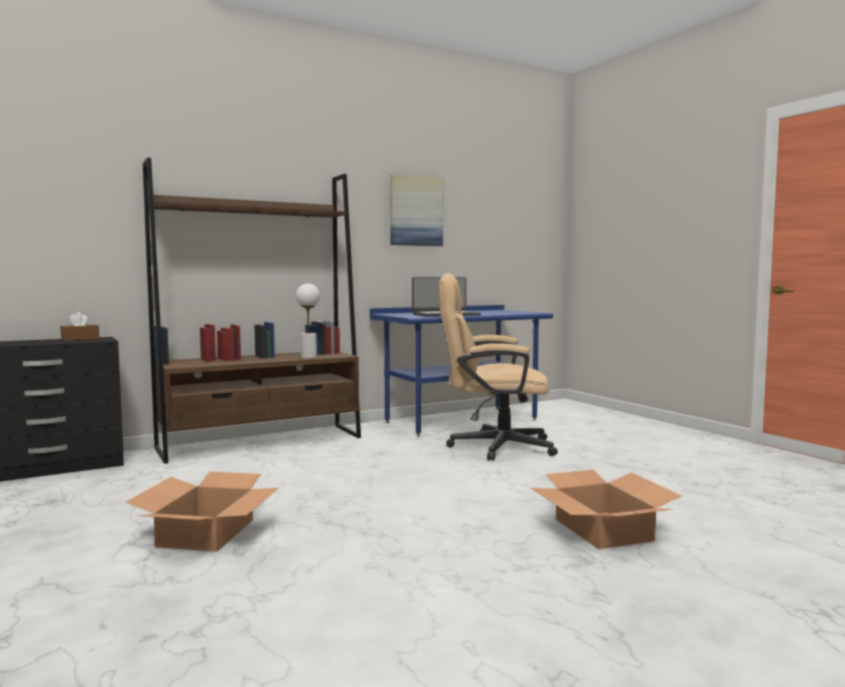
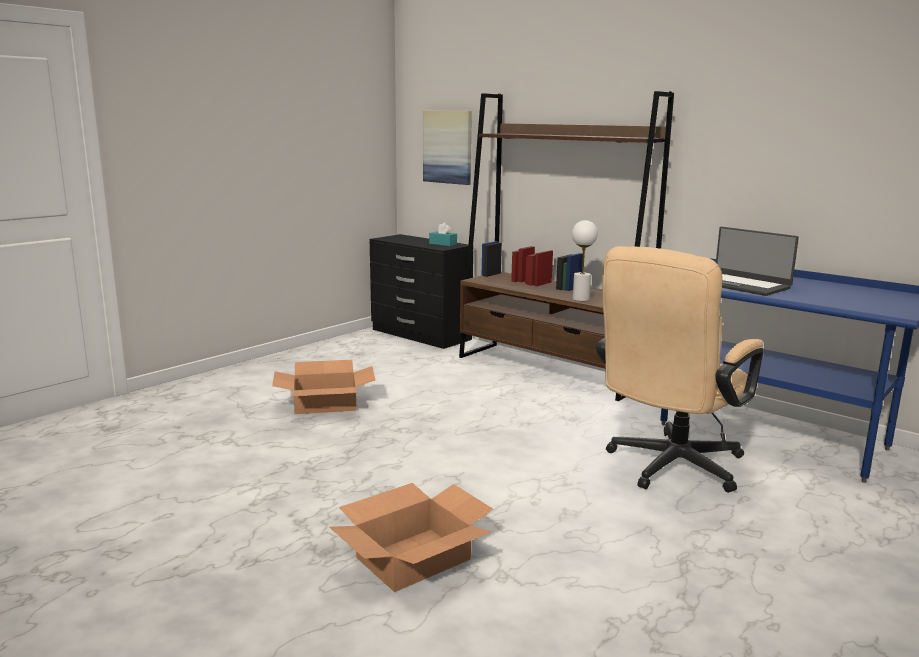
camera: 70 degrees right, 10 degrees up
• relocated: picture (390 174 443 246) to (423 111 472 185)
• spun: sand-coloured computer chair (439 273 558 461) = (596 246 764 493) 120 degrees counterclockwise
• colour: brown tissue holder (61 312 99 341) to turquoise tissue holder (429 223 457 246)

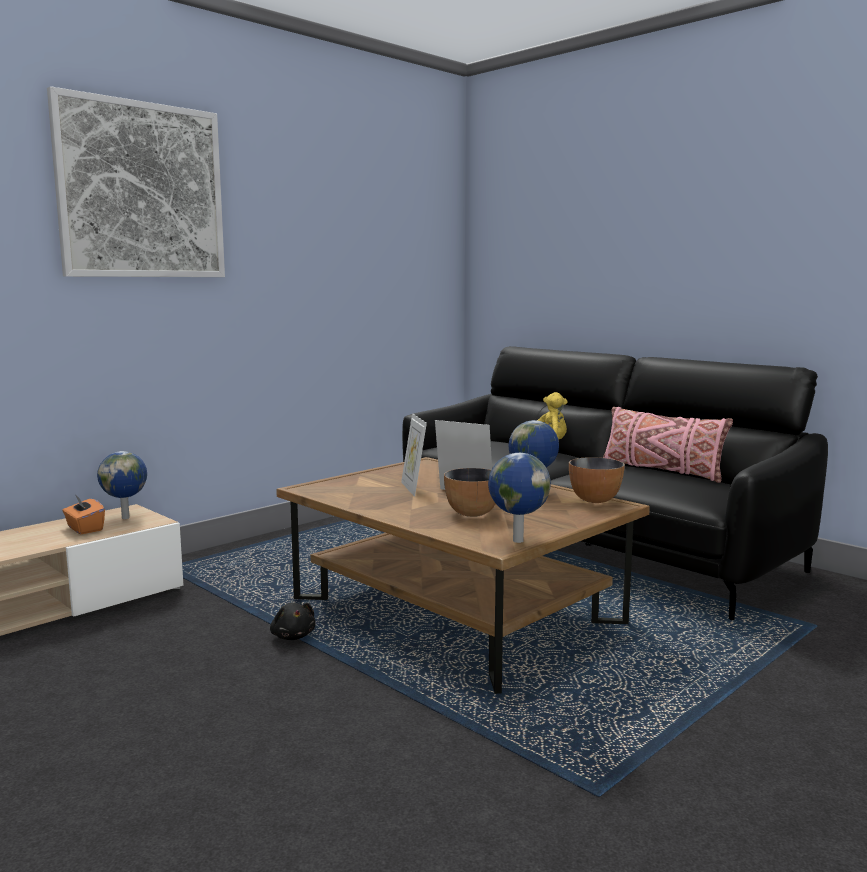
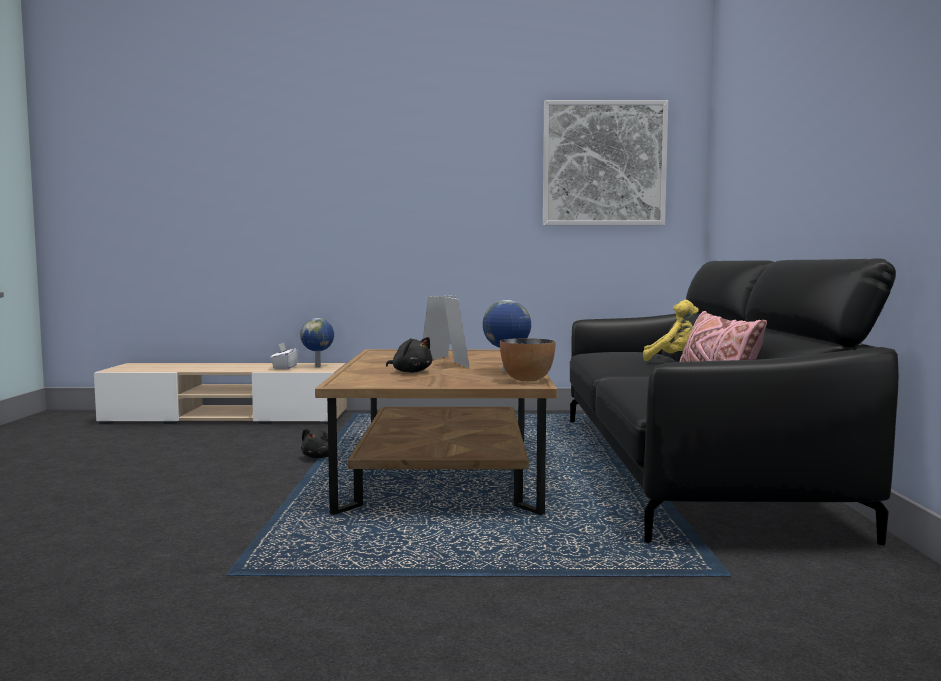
camera: 45 degrees right, 5 degrees down
• relocated: picture (47 86 225 277) to (543 100 668 226)
• missing: desk globe (488 453 551 543)
• exchanged: serving bowl (444 468 496 517) to black-coloured soft toy (386 337 433 373)
• colour: orange tissue holder (62 495 105 534) to white-coloured tissue holder (270 343 299 369)

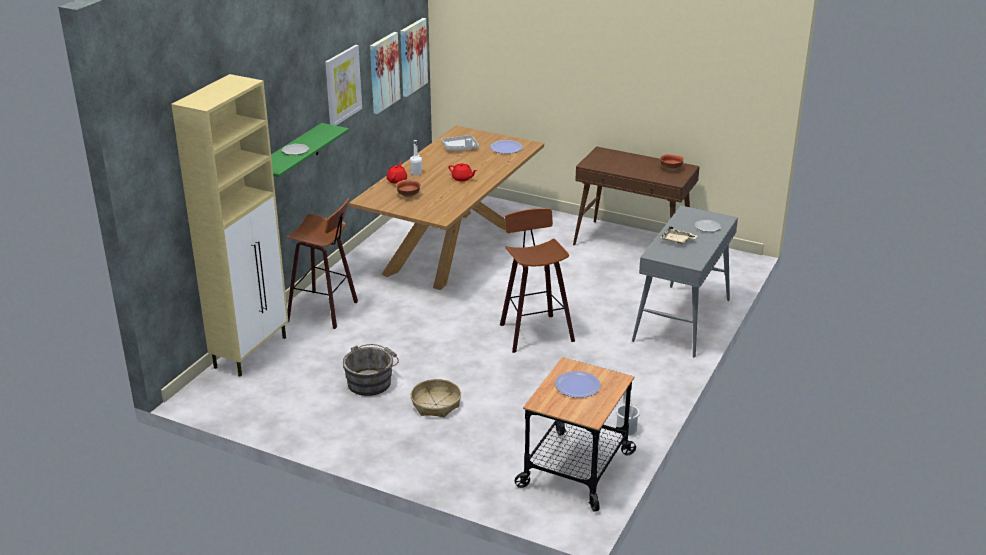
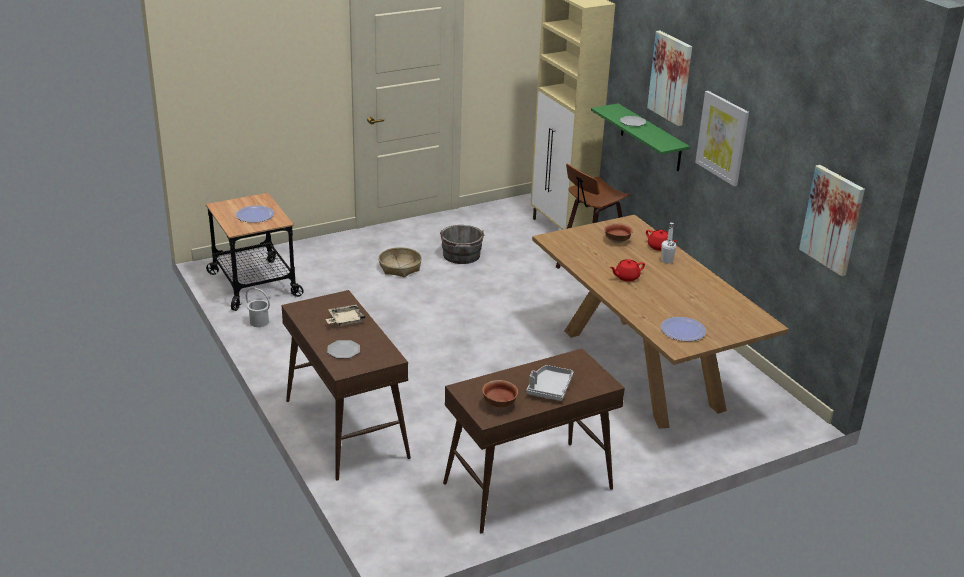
camera: 125 degrees right, 0 degrees up
• relocated: picture (370 32 401 114) to (647 31 692 126)
• relocated: grey tray (442 135 479 150) to (527 365 573 401)
• colour: grey hall table (632 206 738 358) to brown hall table (281 290 411 481)
• missing: sitting stool (500 208 575 353)

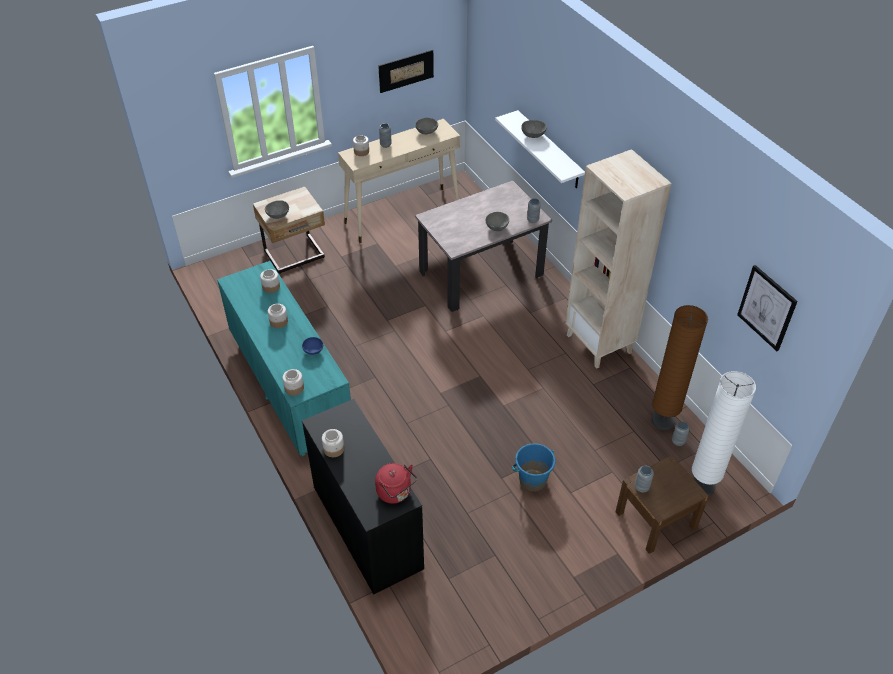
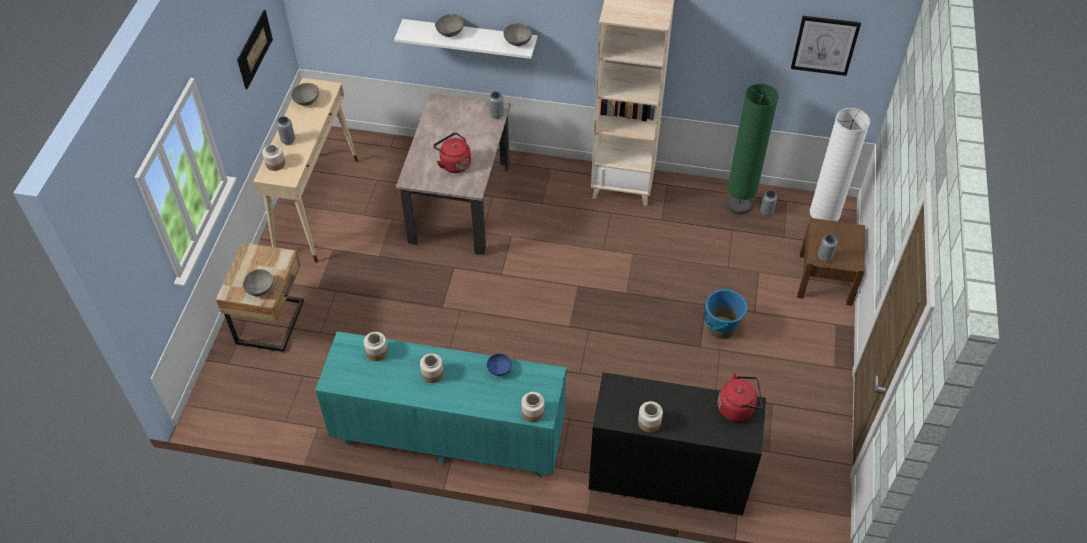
camera: 50 degrees left, 5 degrees up
• relocated: grey serving bowl (486 212 509 231) to (504 23 532 46)
• colour: brown standard lamp (652 305 708 430) to greenish standard lamp (727 84 779 214)
• appeared: red water kettle (433 132 471 173)

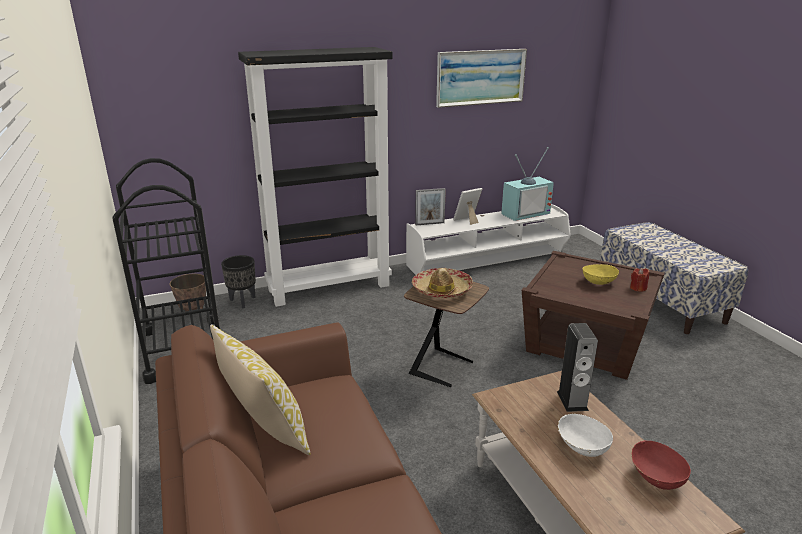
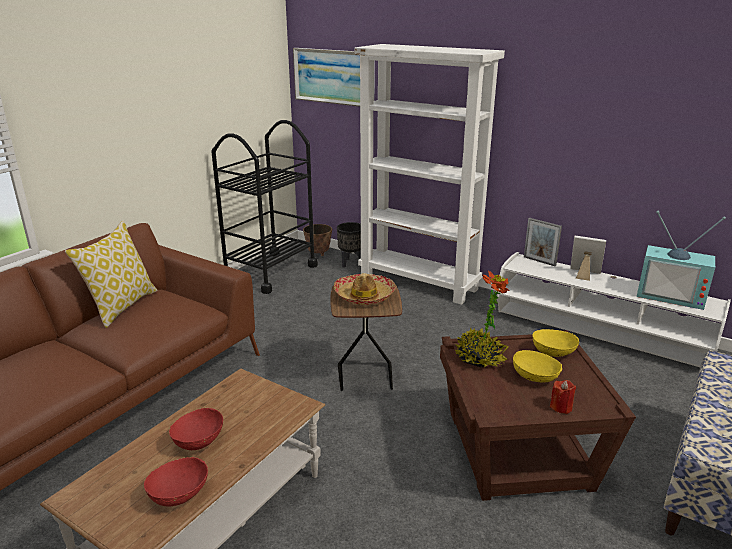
camera: 55 degrees right, 0 degrees up
• colour: black-coloured bookshelf (238 47 393 307) to white-coloured bookshelf (354 44 505 305)
• relocated: picture (436 49 527 108) to (293 48 375 107)
• missing: speaker (557 323 598 412)
• colour: white-coloured serving bowl (558 414 613 457) to red serving bowl (169 408 223 450)
• appeared: houseplant (455 271 510 367)
• appeared: yellow-coloured serving bowl (532 329 579 357)

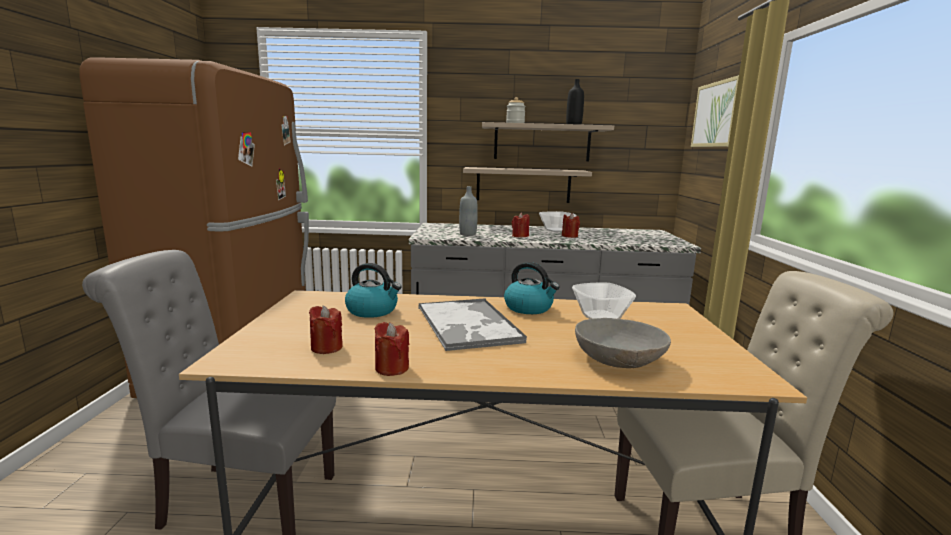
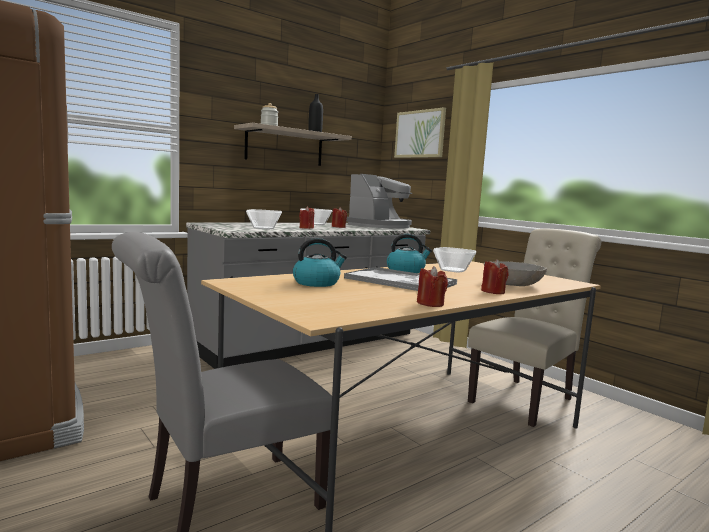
camera: 40 degrees left, 5 degrees down
• missing: shelf (463 167 592 203)
• exchanged: grey drink bottle (459 186 478 236) to serving bowl (246 209 282 229)
• relocated: red candle (309 305 343 354) to (481 259 509 294)
• appeared: coffee maker (346 174 412 229)

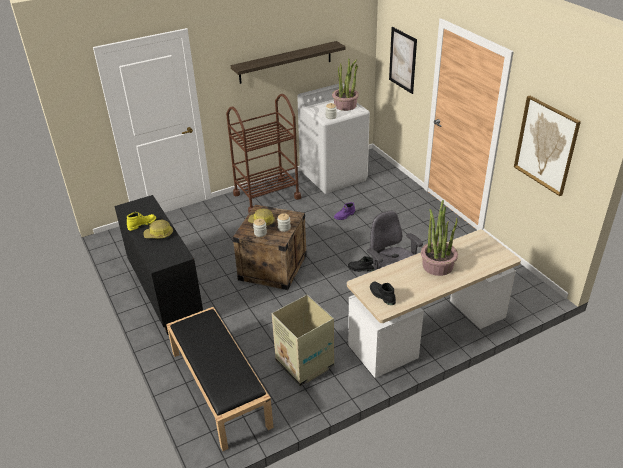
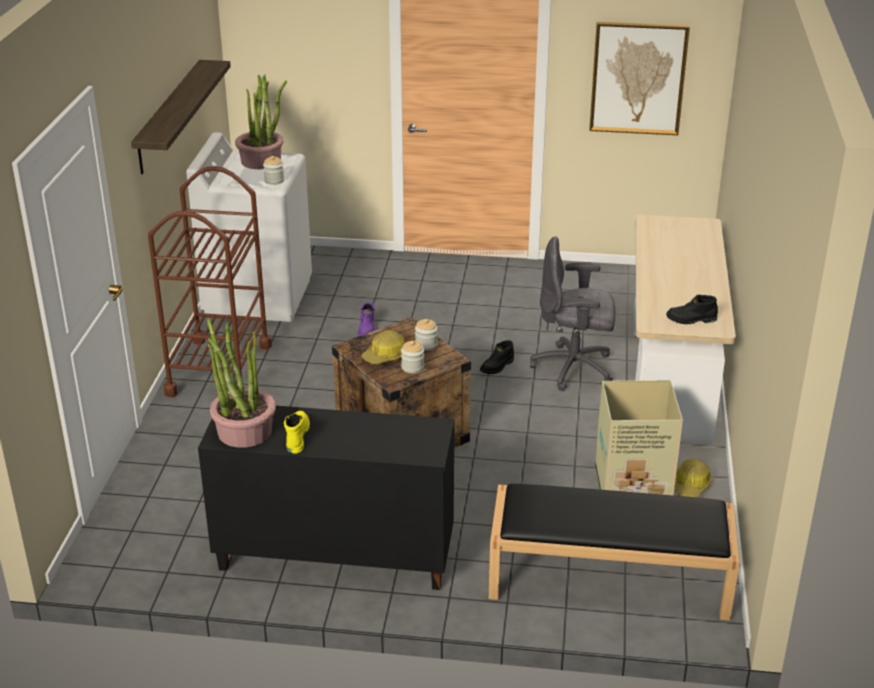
camera: 55 degrees left, 5 degrees down
• missing: picture (389 27 417 94)
• relocated: houseplant (421 200 458 276) to (207 318 276 448)
• relocated: hard hat (143 220 173 239) to (675 459 712 497)

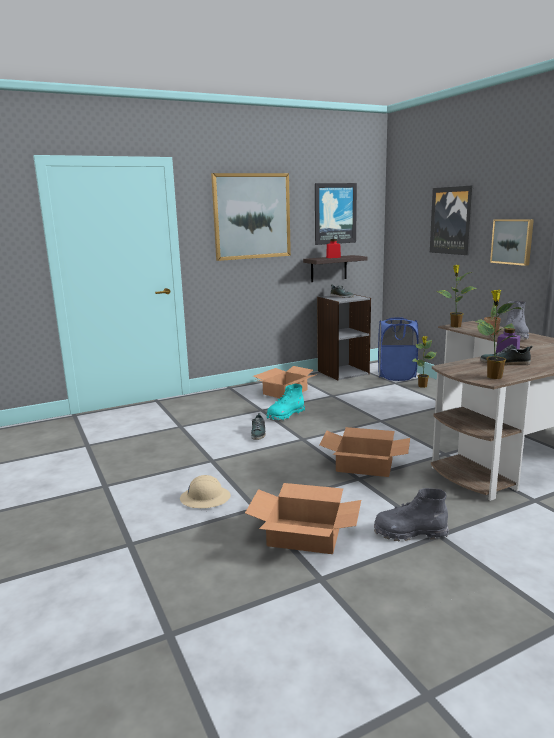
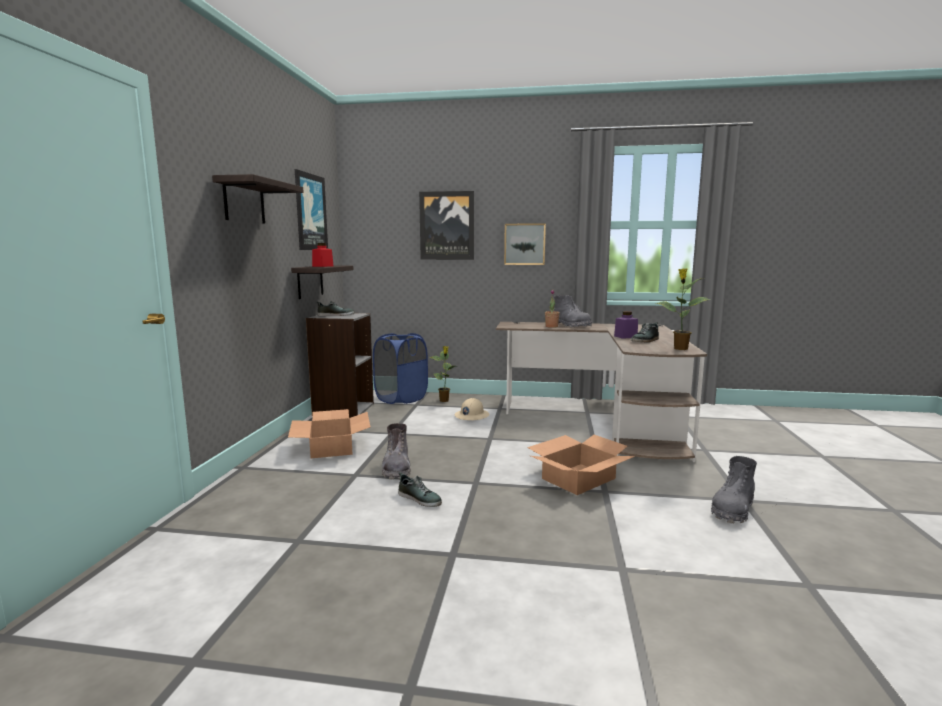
camera: 55 degrees left, 5 degrees down
• exchanged: picture (211 173 291 261) to shelf (212 174 304 224)
• missing: houseplant (436 265 477 327)
• colour: turquoise tall boot (266 384 305 421) to grey tall boot (382 423 411 480)
• relocated: sand-coloured hard hat (180 475 231 508) to (455 398 490 420)
• missing: packing box (245 483 361 554)

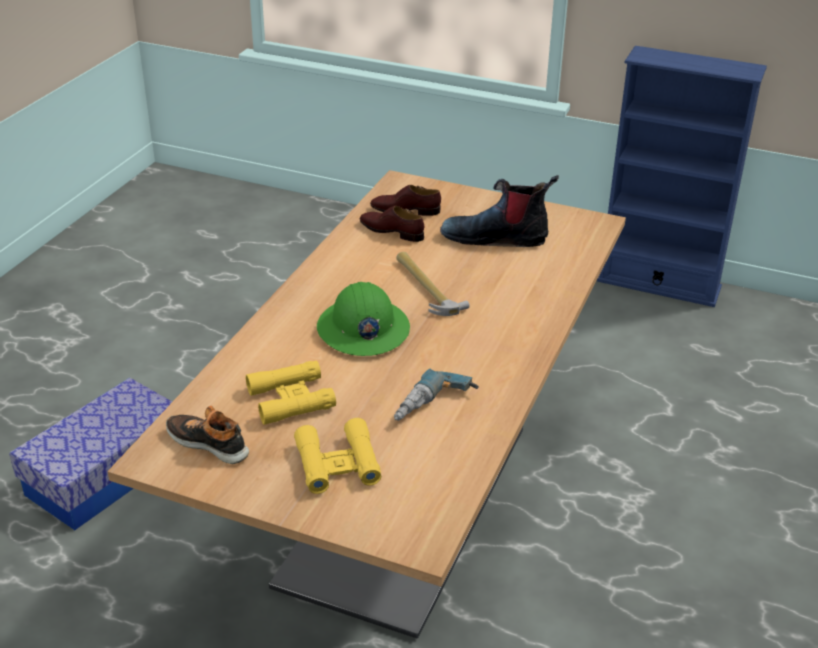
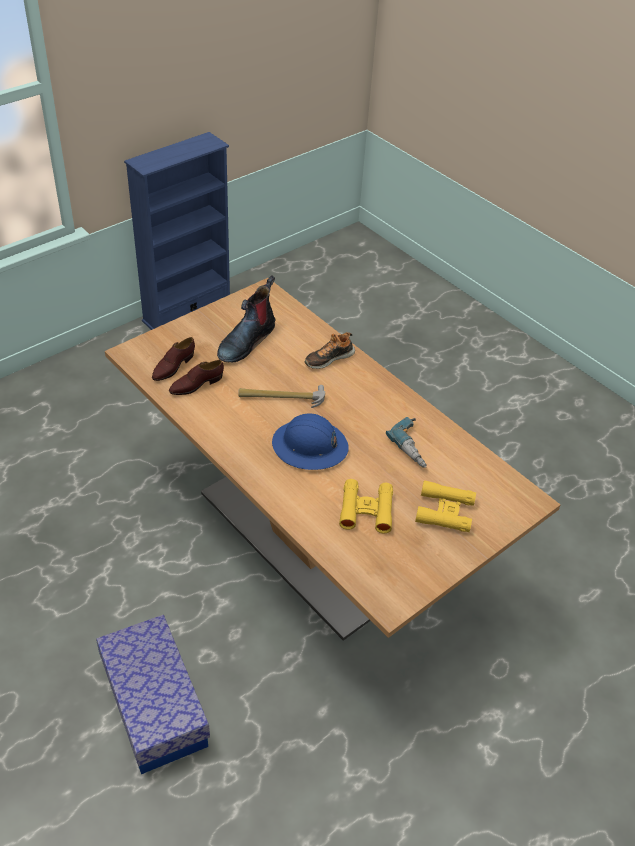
camera: 65 degrees left, 10 degrees up
• colour: greenish hard hat (317 282 410 356) to bluish hard hat (272 414 349 470)
• relocated: shoe (166 406 249 464) to (305 332 355 369)

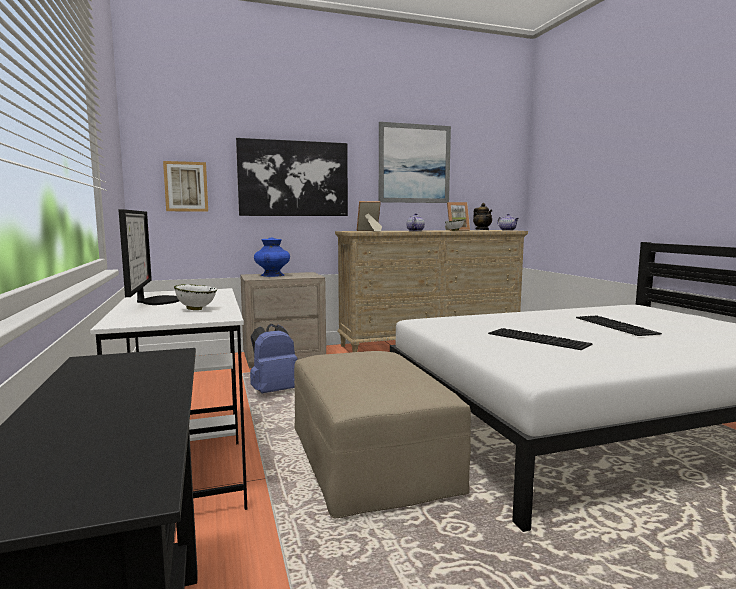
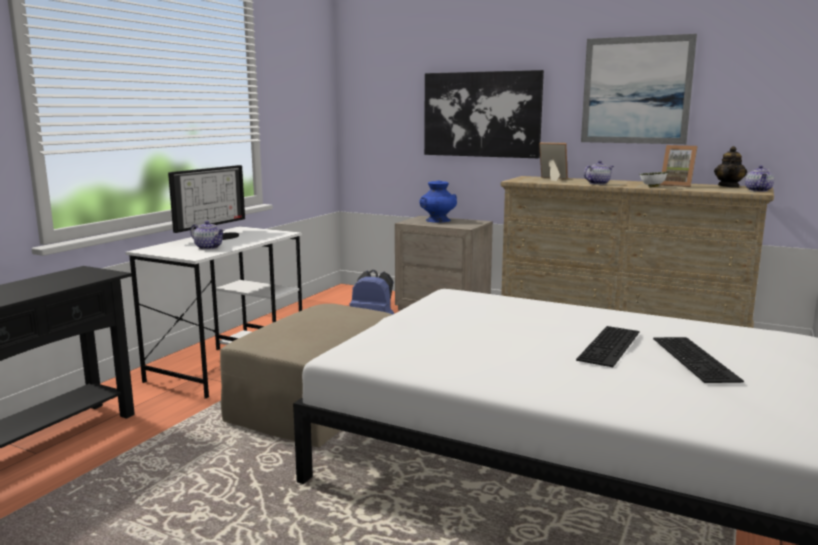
camera: 45 degrees right, 5 degrees up
• missing: picture (163 161 208 212)
• exchanged: white-coloured serving bowl (174 284 217 310) to teapot (190 221 225 250)
• relocated: keyboard (488 328 593 350) to (653 337 744 383)

